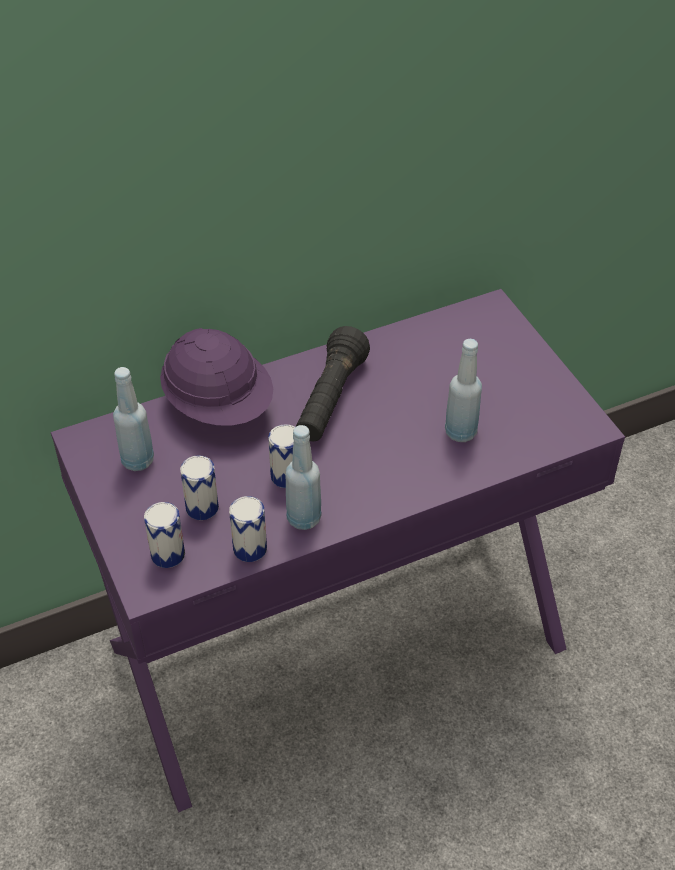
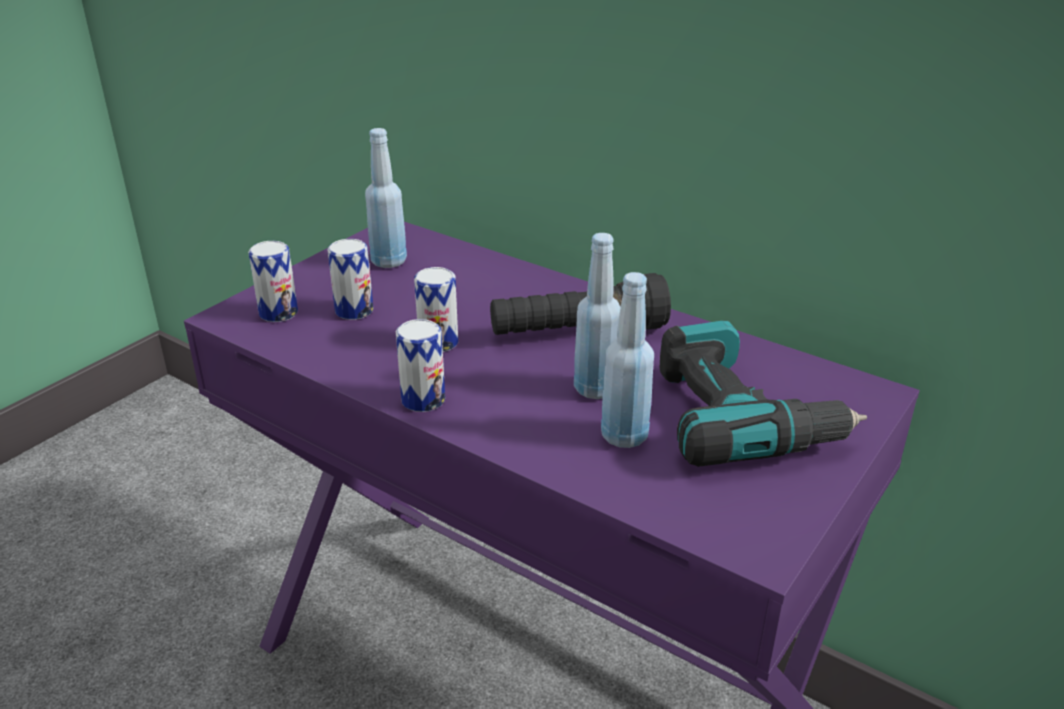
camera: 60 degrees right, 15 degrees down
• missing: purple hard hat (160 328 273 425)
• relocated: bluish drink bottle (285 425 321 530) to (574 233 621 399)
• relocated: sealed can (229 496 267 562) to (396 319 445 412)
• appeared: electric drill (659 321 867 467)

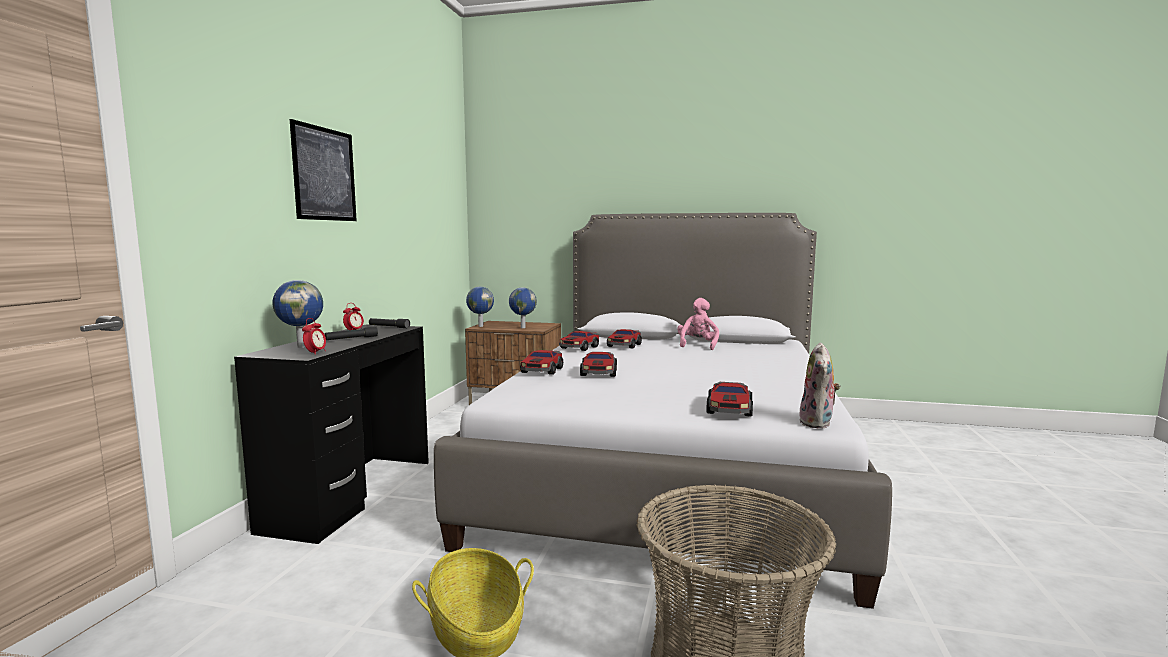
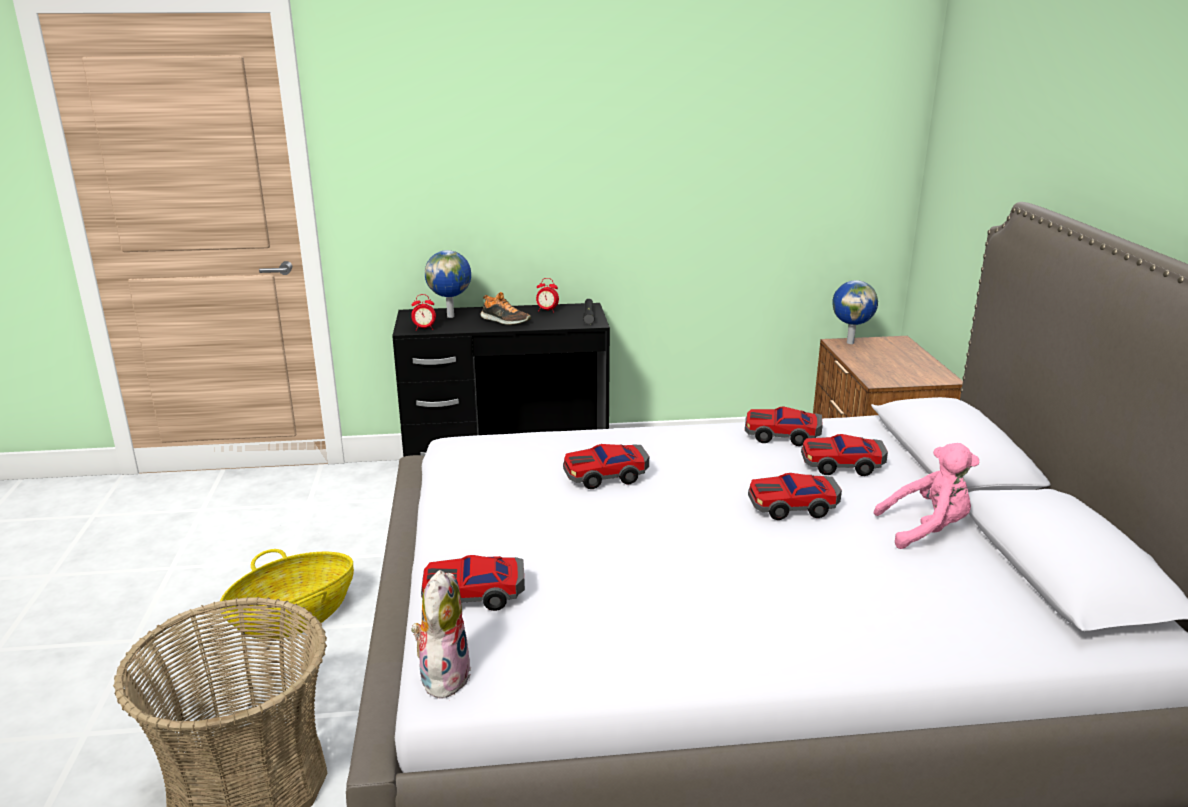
camera: 70 degrees right, 15 degrees up
• missing: picture (290 119 357 221)
• missing: desk globe (509 287 537 328)
• exchanged: black-coloured flashlight (325 326 378 340) to shoe (481 292 531 325)
• spun: soft toy (799 342 840 429) = (409 570 471 699) 105 degrees clockwise
• relocated: model car (520 350 563 375) to (748 473 842 520)

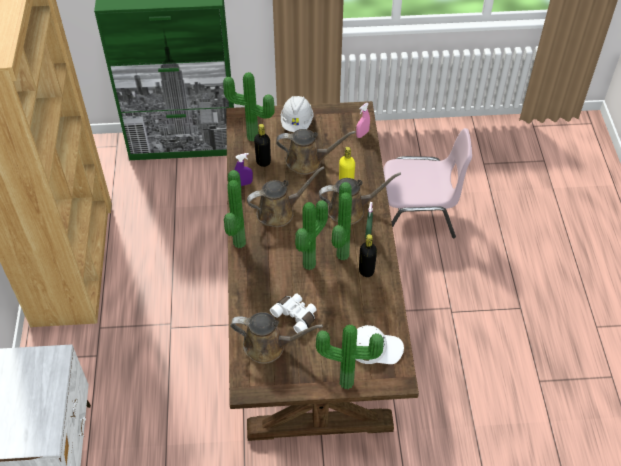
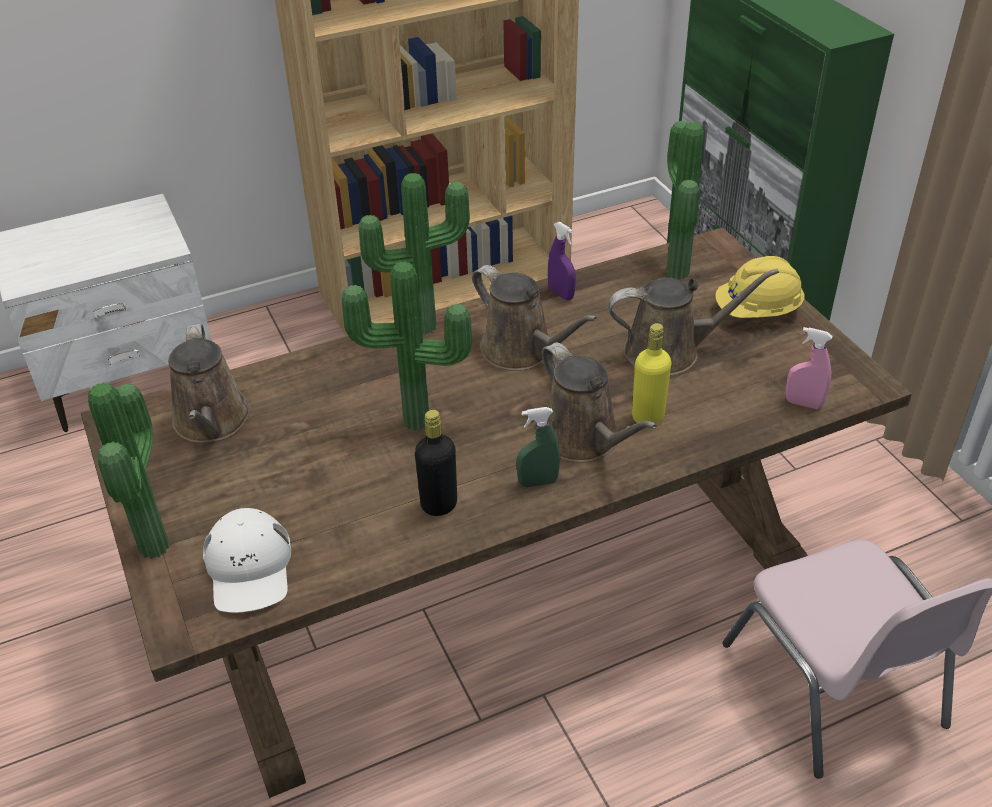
camera: 70 degrees right, 10 degrees down
• colour: white-coloured hard hat (281 96 313 132) to yellow-coloured hard hat (715 256 805 318)
• missing: black-coloured drink bottle (254 124 271 167)
• spun: brown watering can (276 129 356 175) = (608 269 779 376) 75 degrees counterclockwise
• missing: houseplant (332 182 352 260)
• missing: white-coloured pair of binoculars (270 293 317 333)

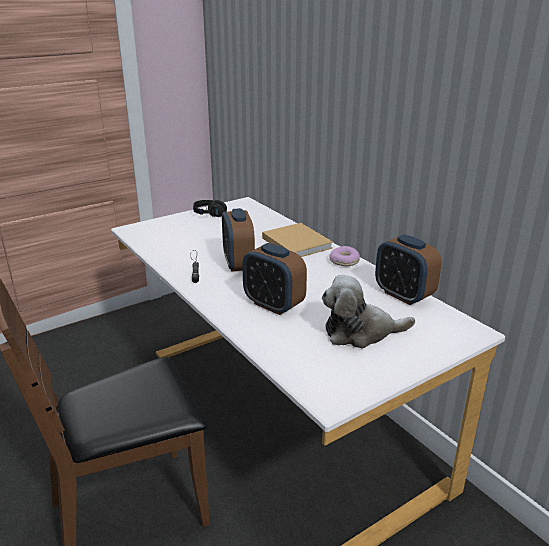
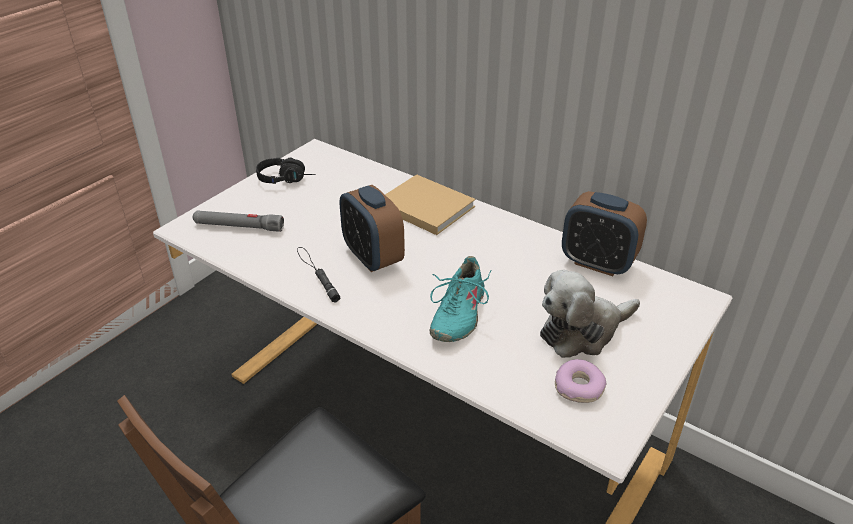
camera: 20 degrees left, 10 degrees up
• exchanged: bedside clock (242 243 307 315) to turquoise shoe (429 256 492 342)
• relocated: donut (329 246 360 266) to (555 359 607 403)
• appeared: grey flashlight (193 210 284 232)

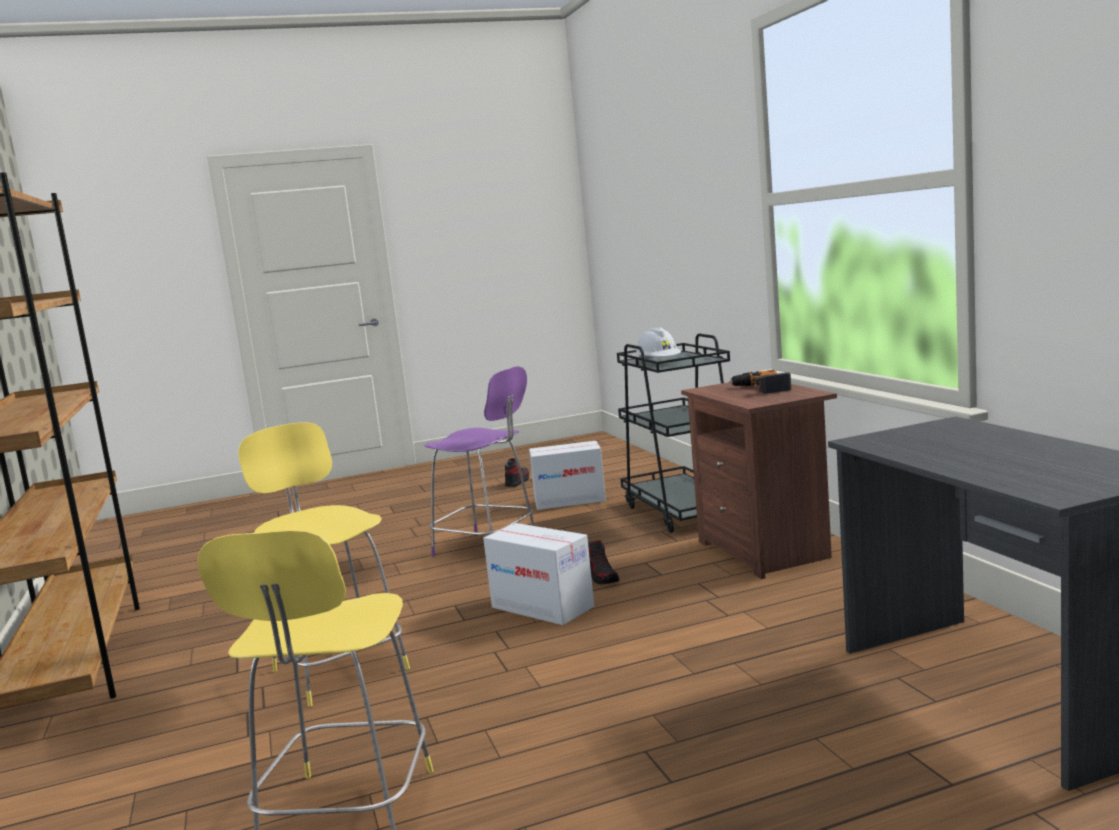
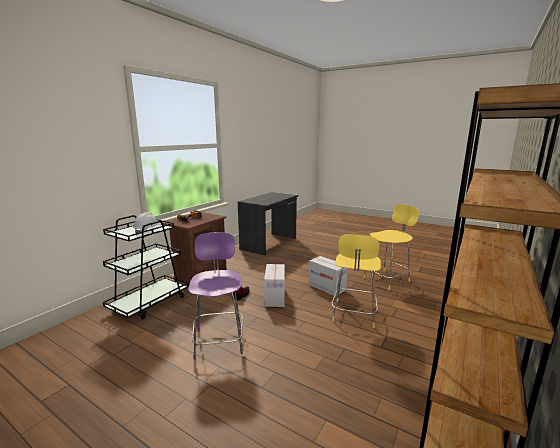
camera: 130 degrees left, 5 degrees up
• relocated: packing box (529 441 606 510) to (309 256 348 296)
• missing: shoe (505 458 529 487)

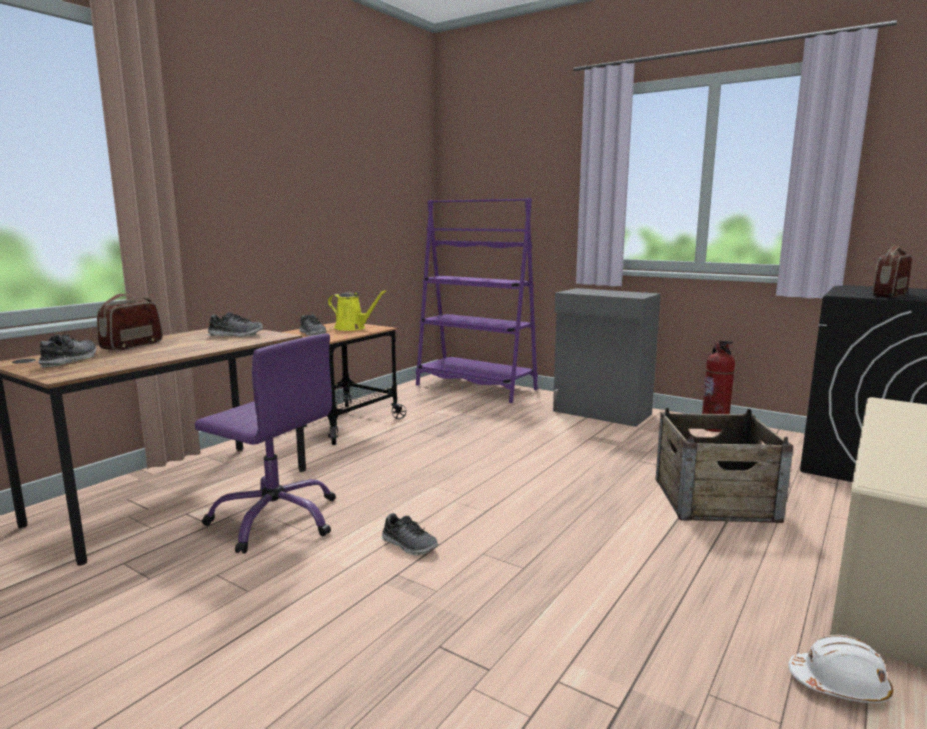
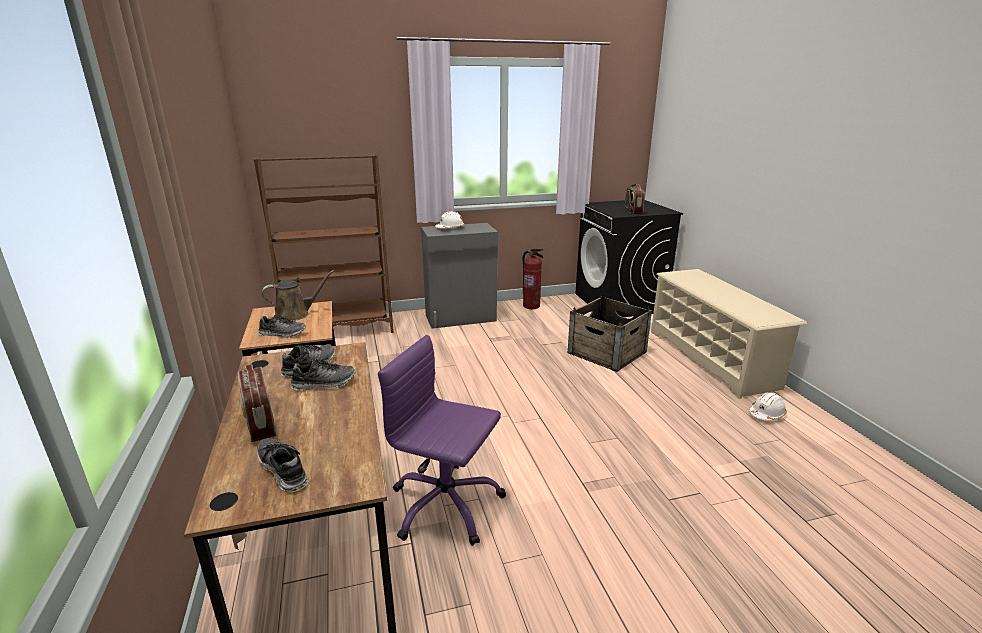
camera: 50 degrees left, 10 degrees up
• colour: purple bookshelf (416 198 538 403) to brown bookshelf (254 155 394 333)
• colour: yellow-coloured watering can (328 290 386 331) to brown watering can (262 270 334 321)
• spun: purple computer chair (194 333 336 554) = (378 335 506 546) 135 degrees counterclockwise
• relocated: shoe (381 513 438 555) to (291 359 355 391)
• appeared: white-coloured hard hat (435 211 465 228)

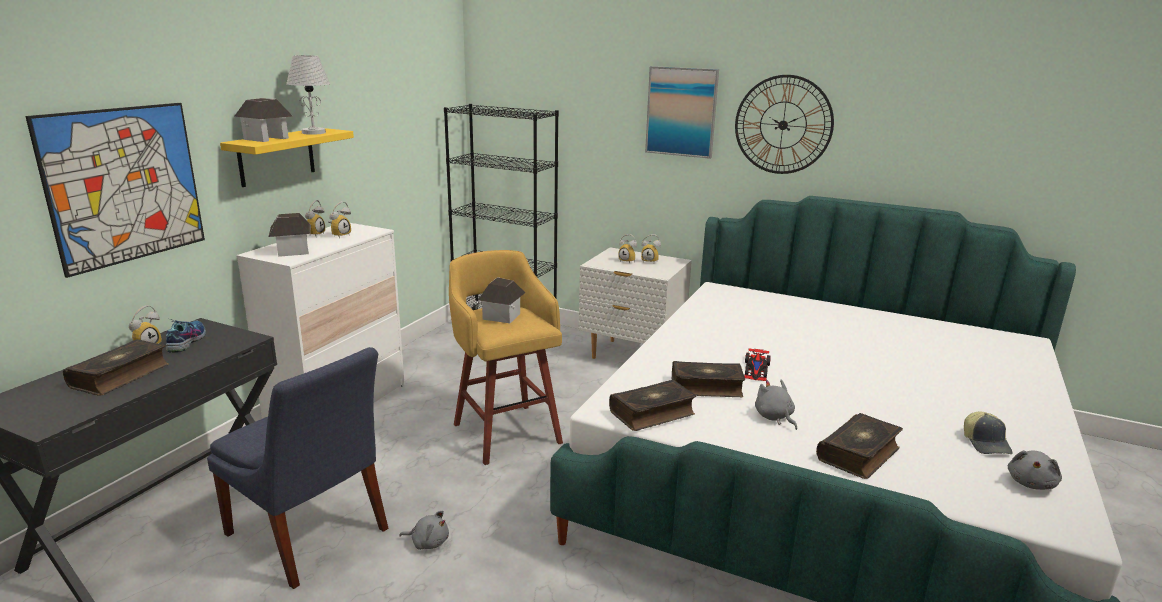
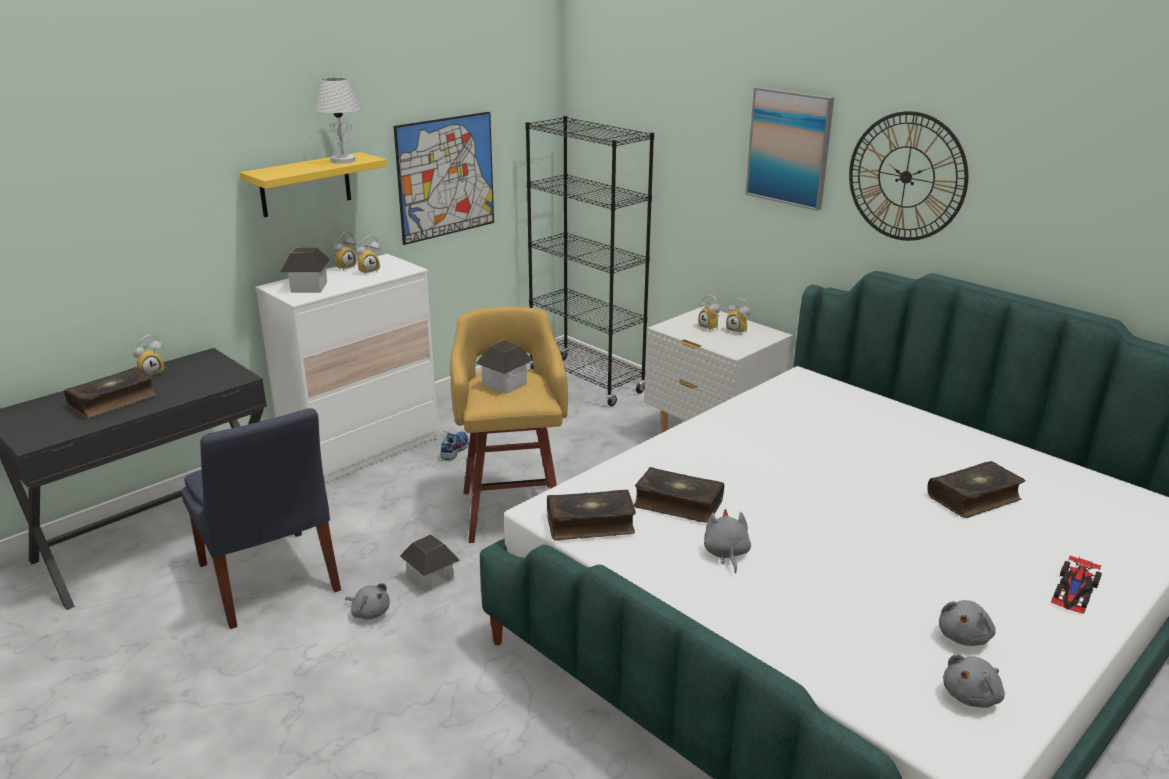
camera: 20 degrees right, 5 degrees up
• relocated: toy house (235 98 292 142) to (400 534 460 592)
• relocated: picture (25 103 205 278) to (394 112 494 245)
• relocated: shoe (166 319 206 353) to (440 431 469 460)
• relocated: model car (744 349 771 381) to (1051 556 1102 614)
• exchanged: cap (964 411 1012 454) to grey soft toy (939 600 996 646)
• relocated: volume (816 413 903 479) to (927 461 1026 518)

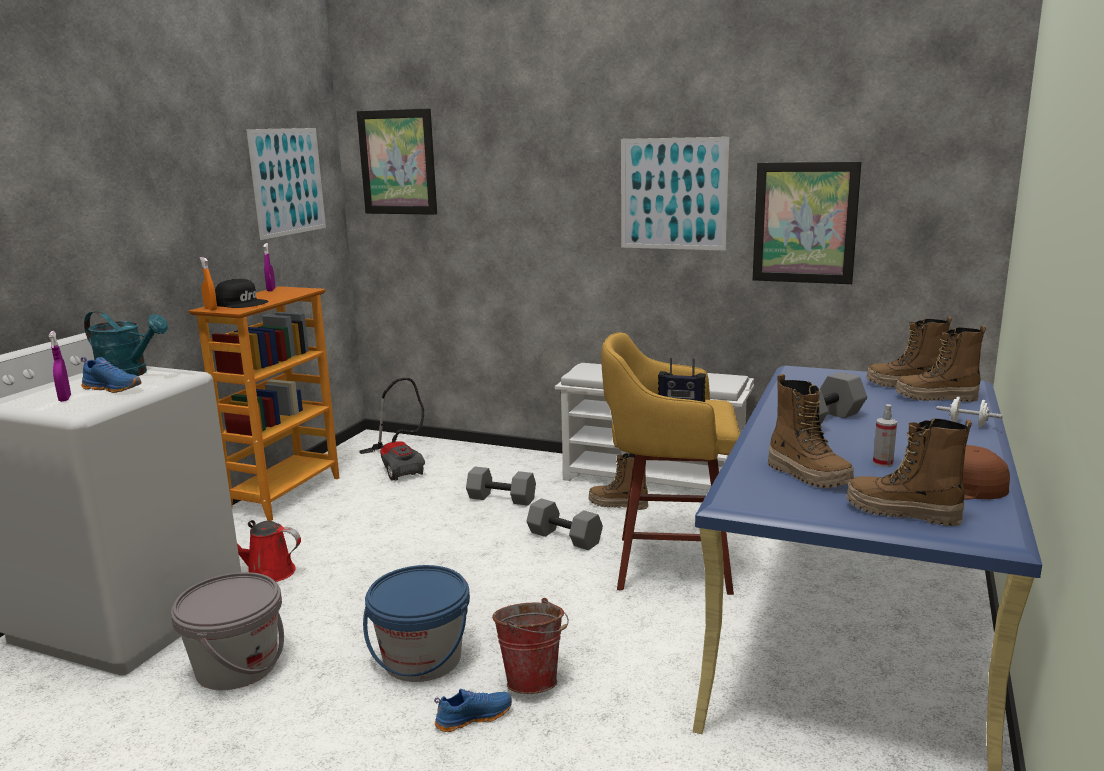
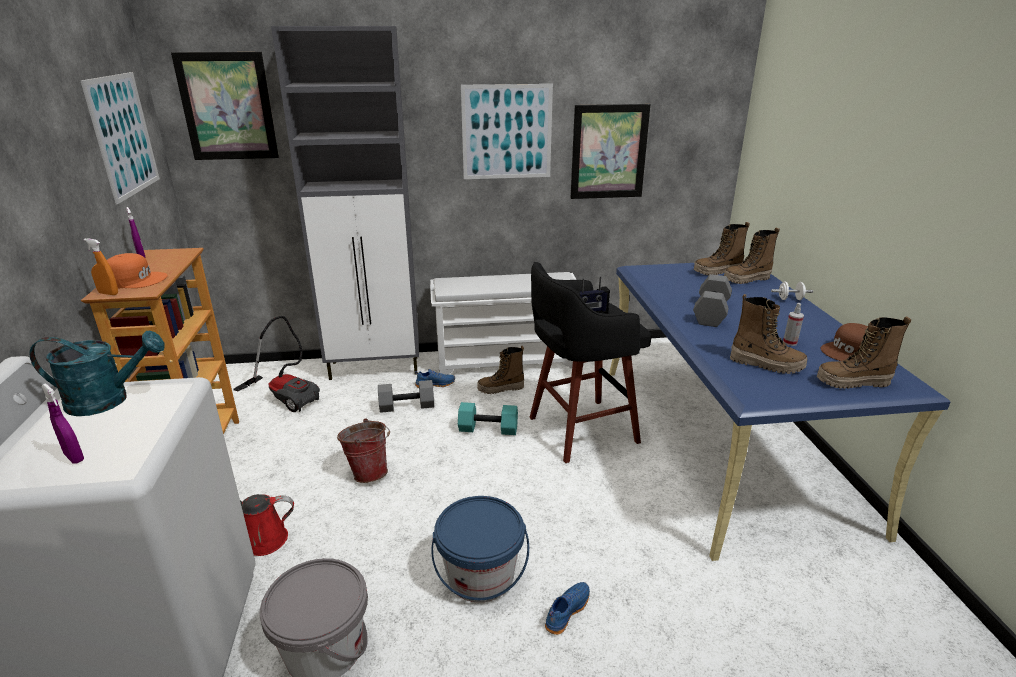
camera: 30 degrees left, 10 degrees up
• colour: black-coloured cap (215 279 269 308) to orange cap (107 253 168 288)
• colour: yellow-coloured sitting stool (601 332 740 595) to black-coloured sitting stool (530 262 652 463)
• relocated: bluish shoe (81 357 141 393) to (415 369 455 388)
• colour: grey dumbbell (526 498 603 550) to turquoise dumbbell (458 402 518 435)
• relocated: water bucket (492 598 569 694) to (337 418 390 483)
• appeared: grey storage cabinet (271 26 419 380)

